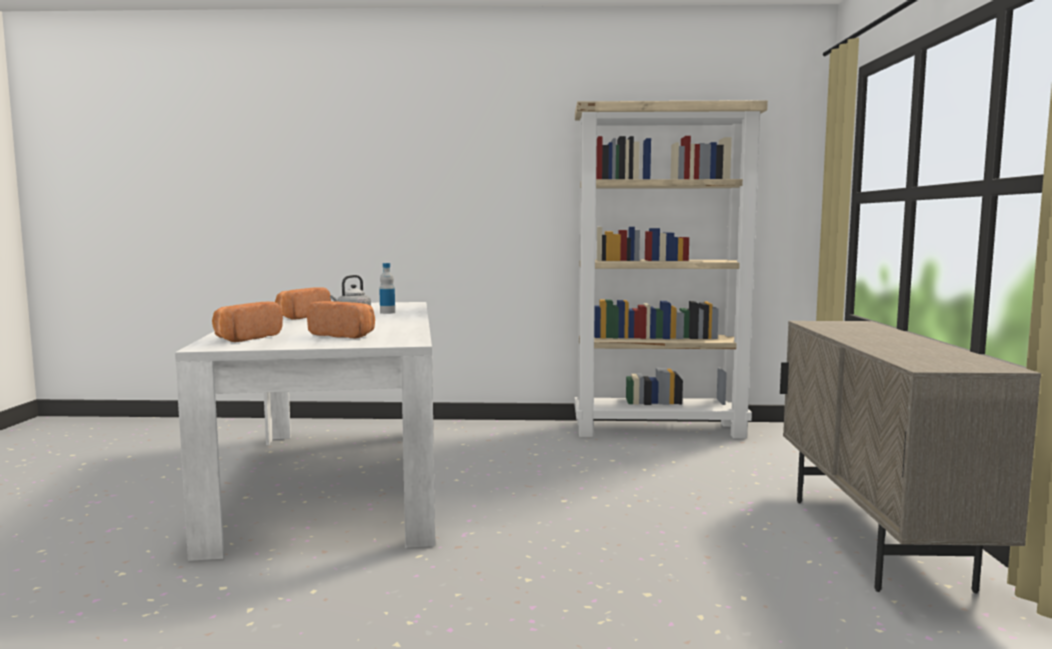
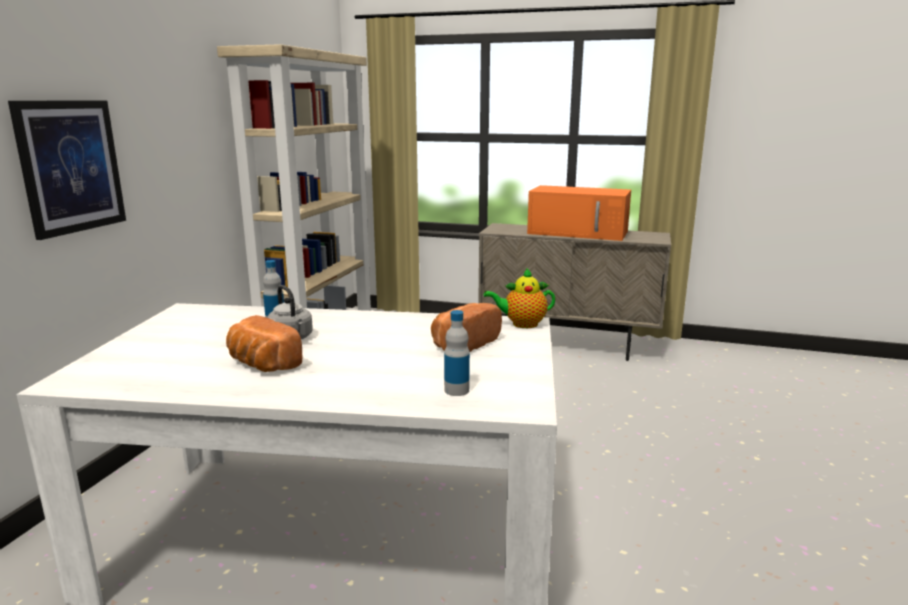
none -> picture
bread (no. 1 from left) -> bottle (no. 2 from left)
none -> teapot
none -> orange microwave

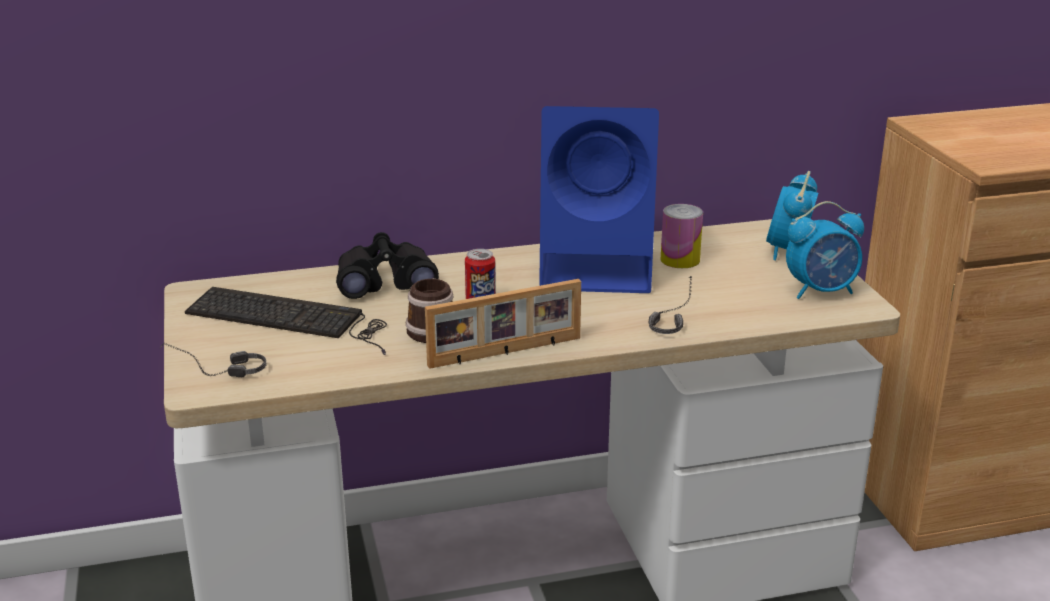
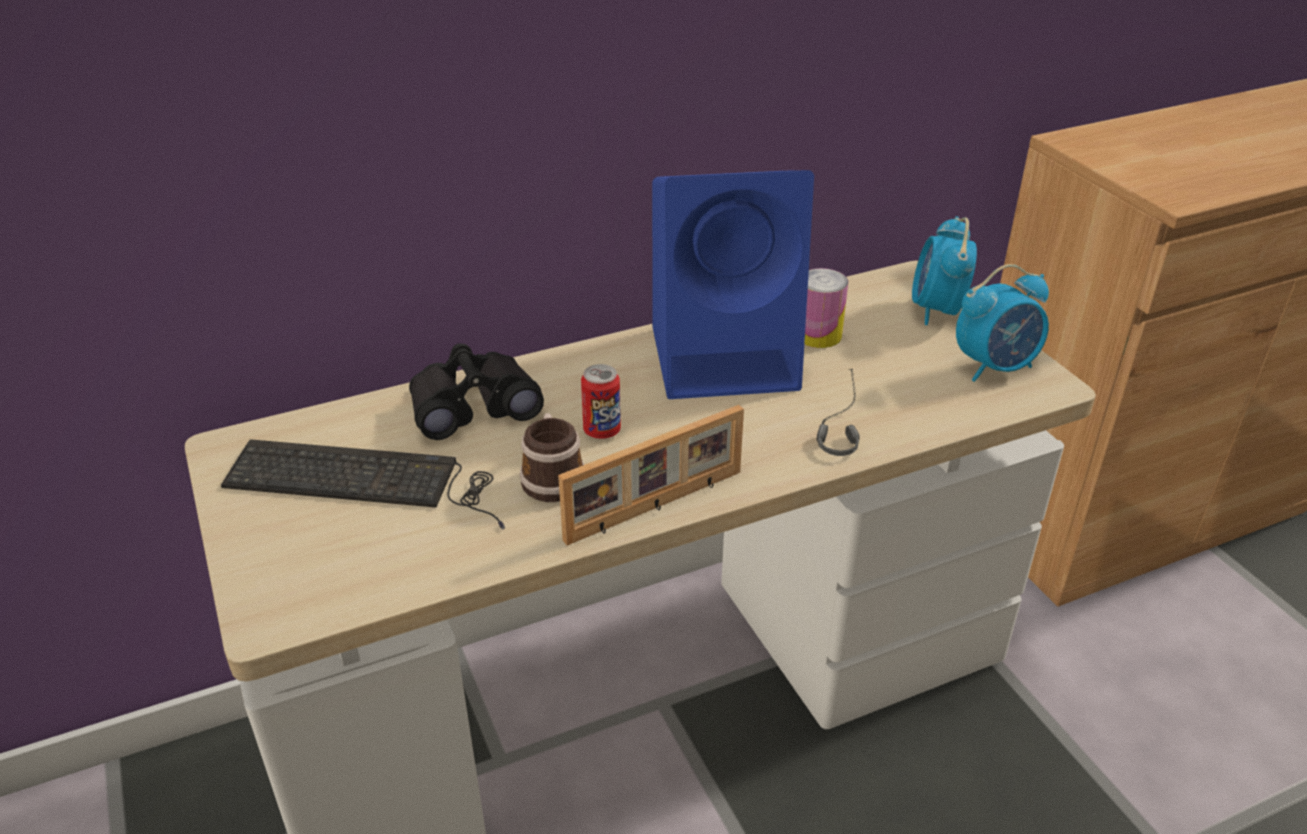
headphones (no. 1 from left) -> none

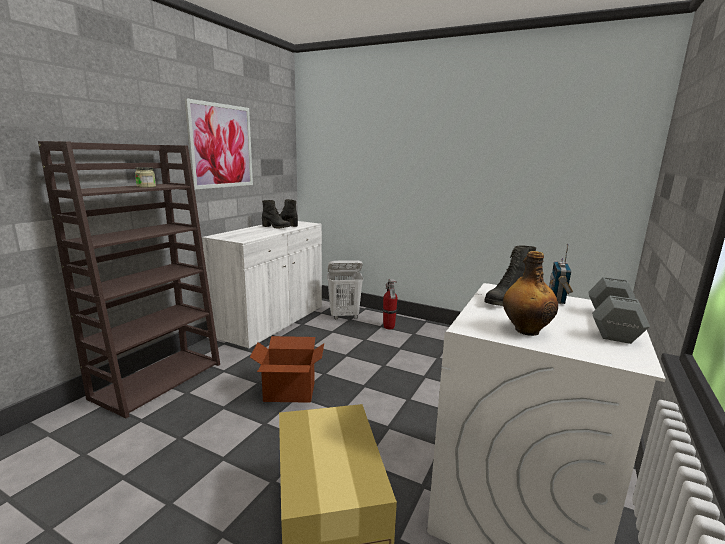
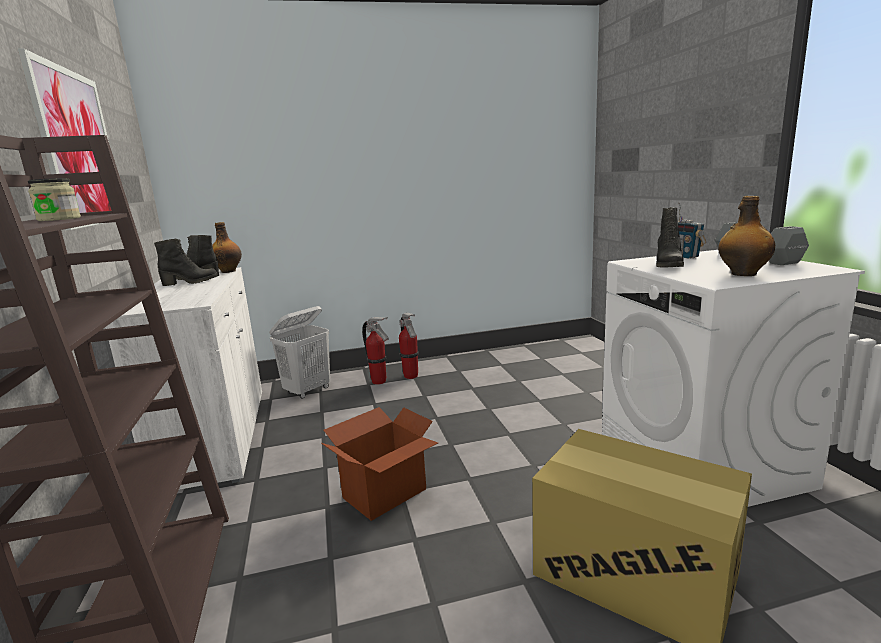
none -> bottle (no. 1 from left)
none -> fire extinguisher (no. 2 from left)

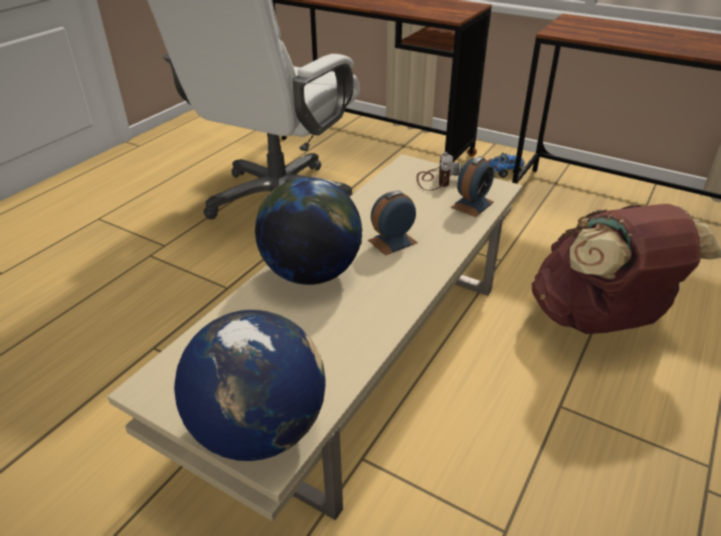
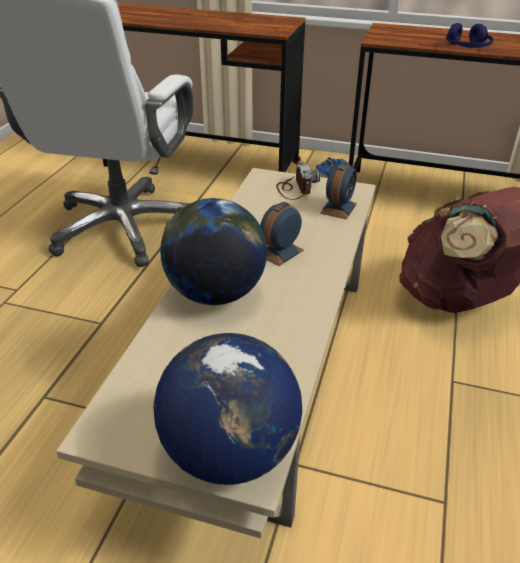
none -> blue headphones

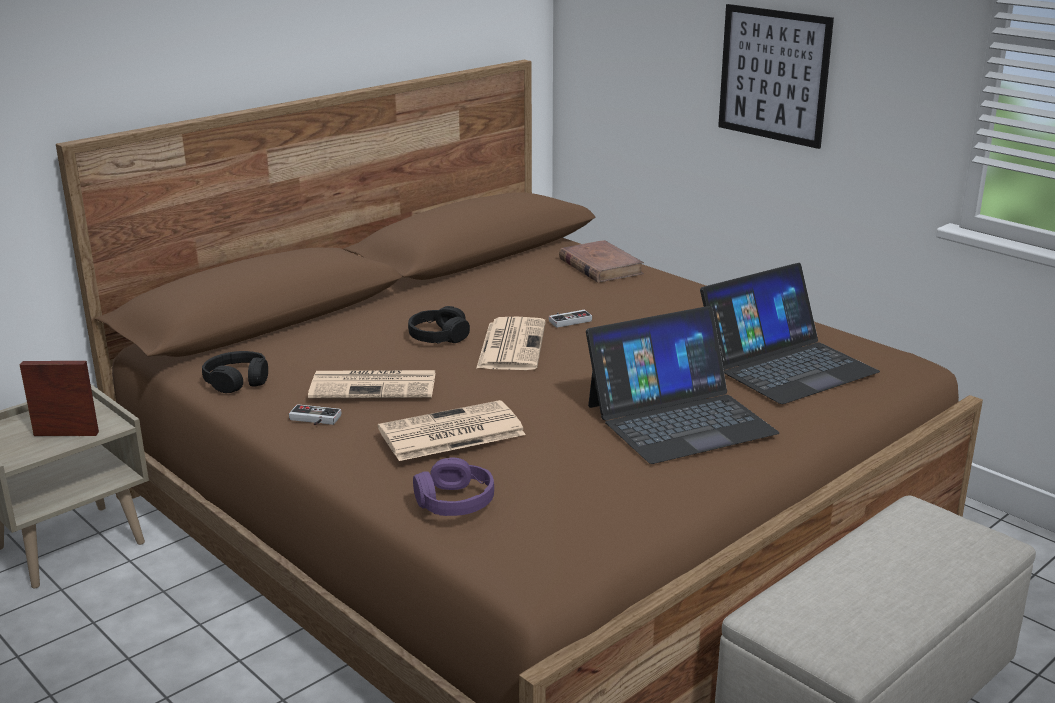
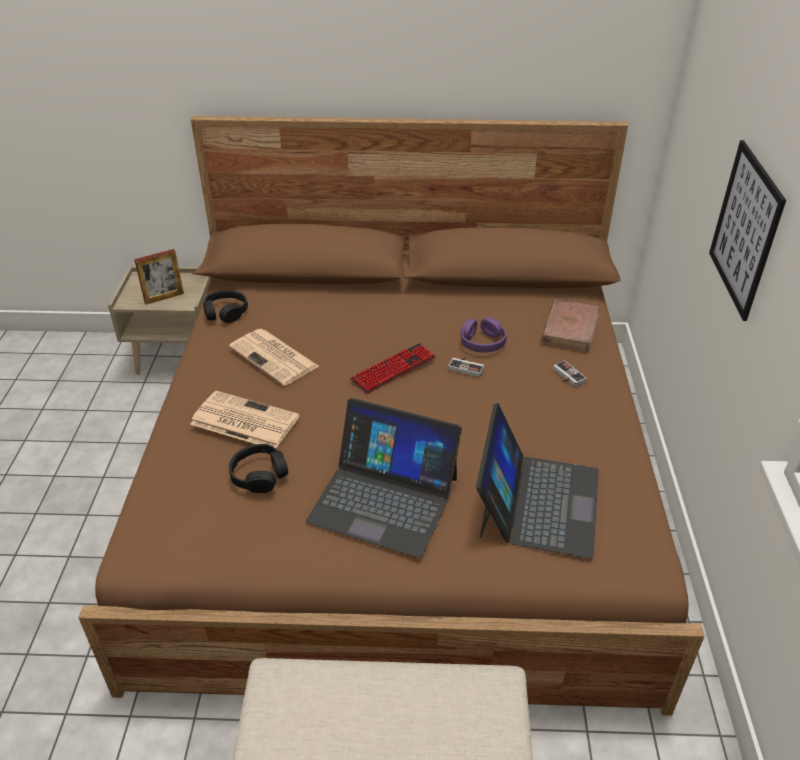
picture frame, 105 degrees clockwise
black headphones (no. 2 from left), relocated
newspaper (no. 3 from left) -> keyboard
purple headphones, relocated
laptop (no. 2 from left), 90 degrees counterclockwise
game controller (no. 1 from left in the first image) -> game controller (no. 2 from left), relocated

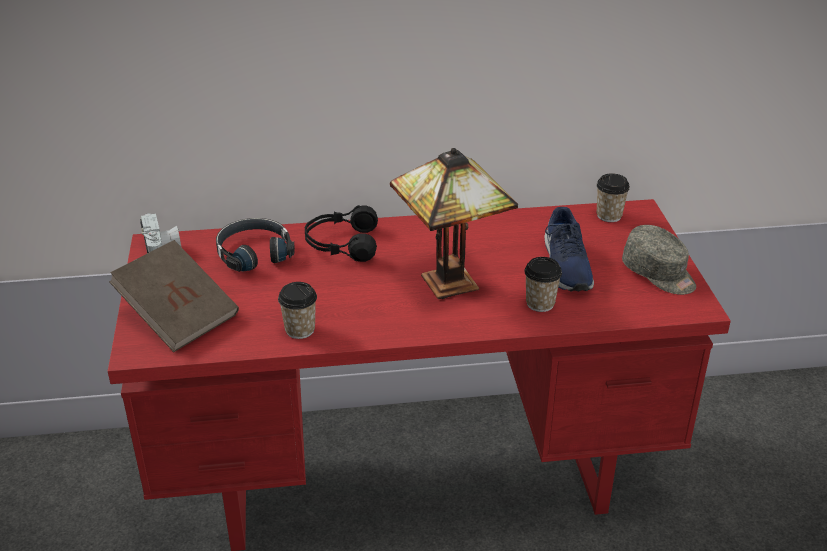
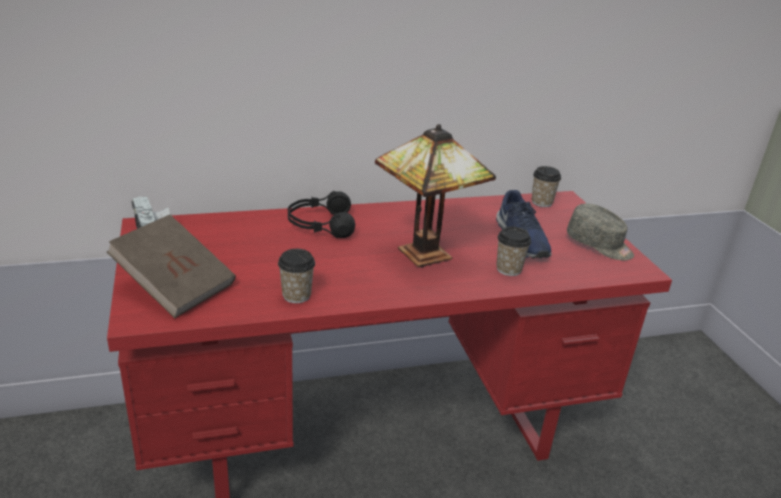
black headphones (no. 1 from left) -> none

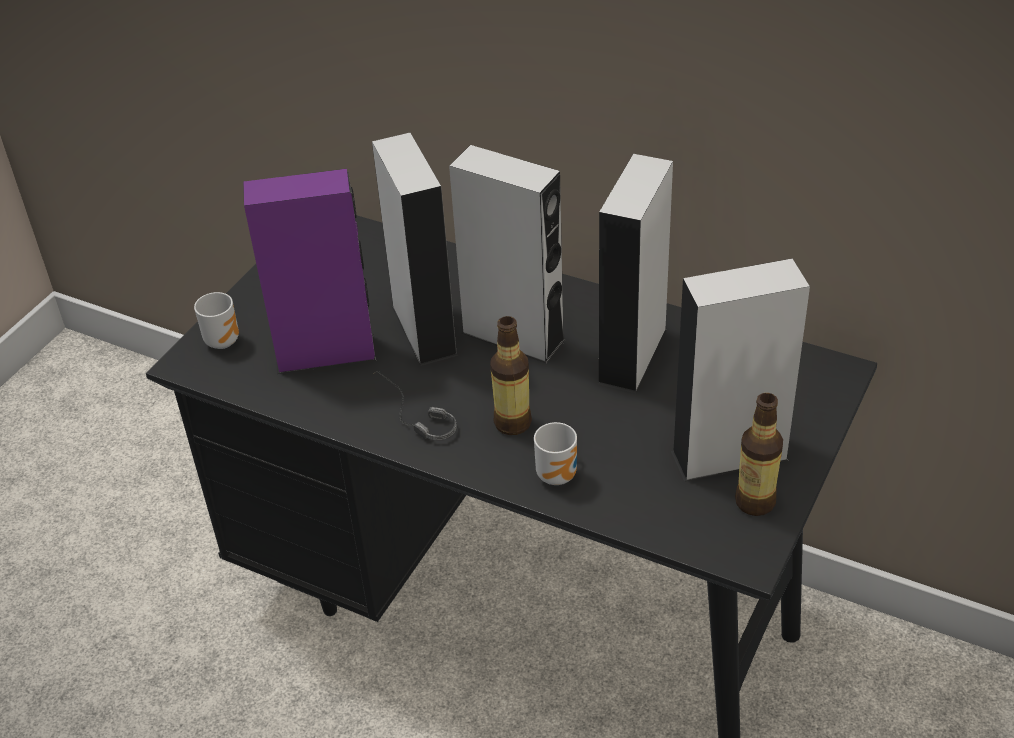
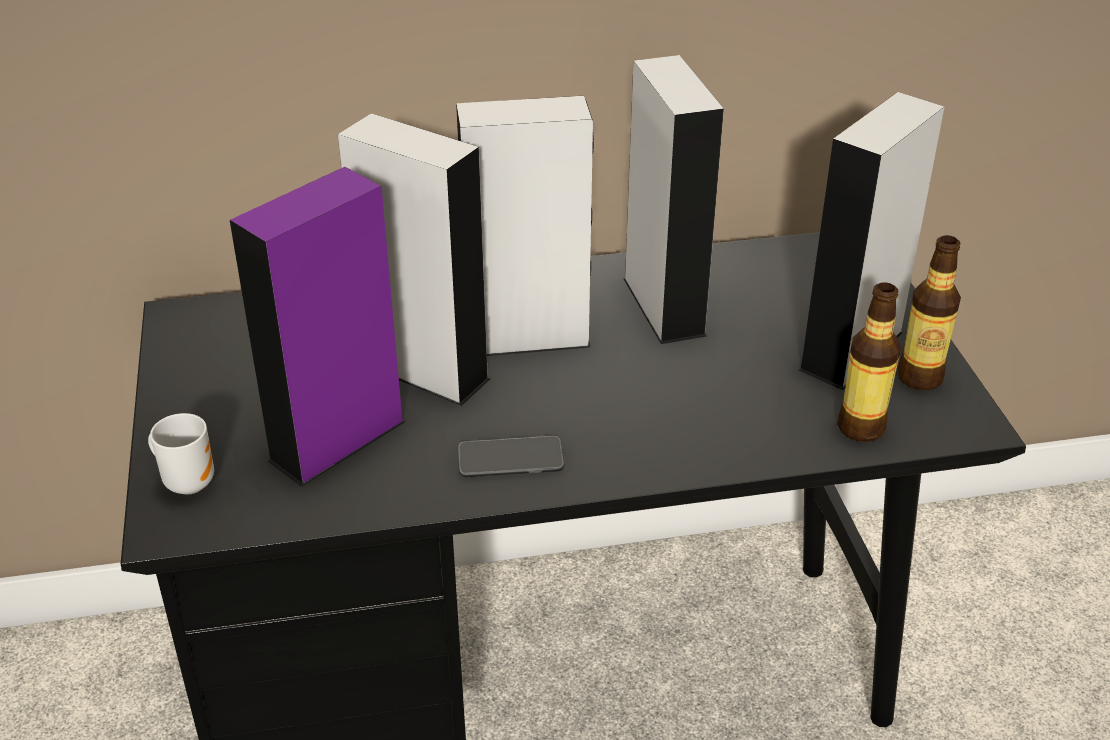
headphones -> phone
bottle (no. 1 from left), relocated
mug (no. 2 from left) -> none

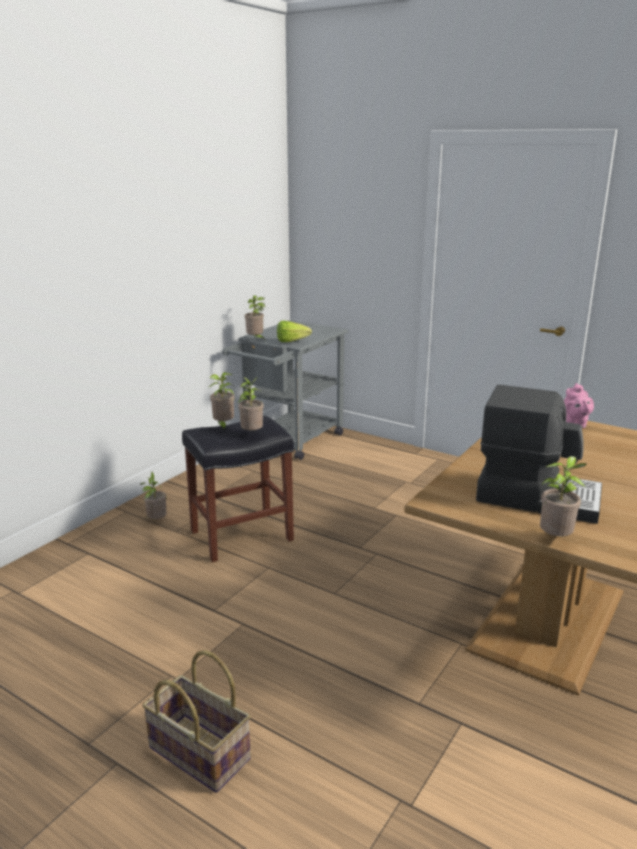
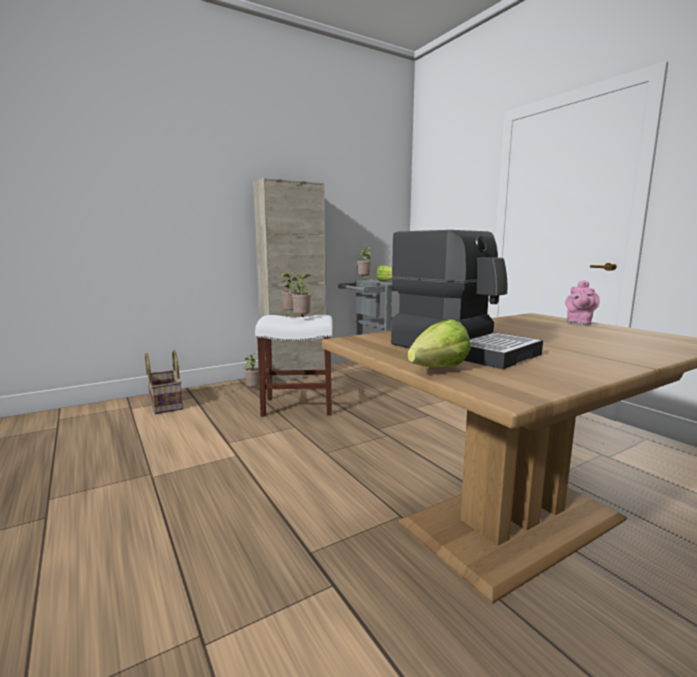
basket, relocated
none -> beige cabinet
black stool -> white stool
potted plant (no. 5 from left) -> lettuce (no. 2 from left)

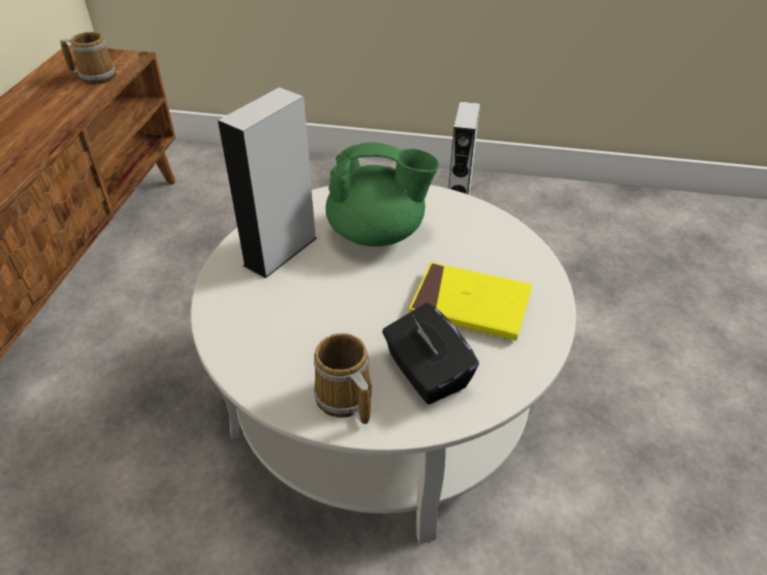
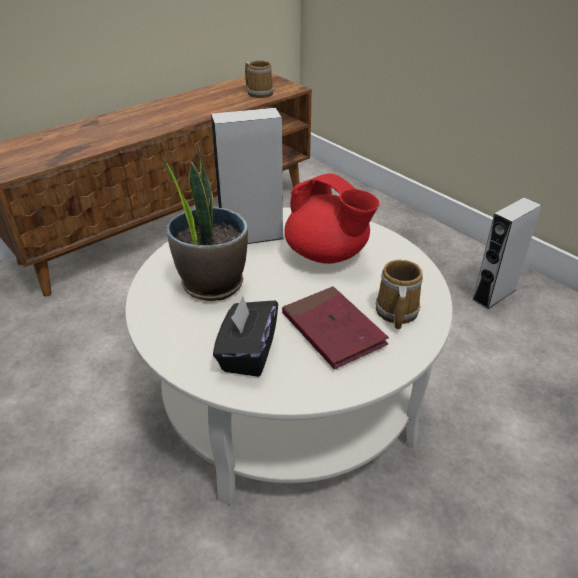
none -> potted plant
yellow book -> red book
green teapot -> red teapot
mug (no. 2 from left), relocated

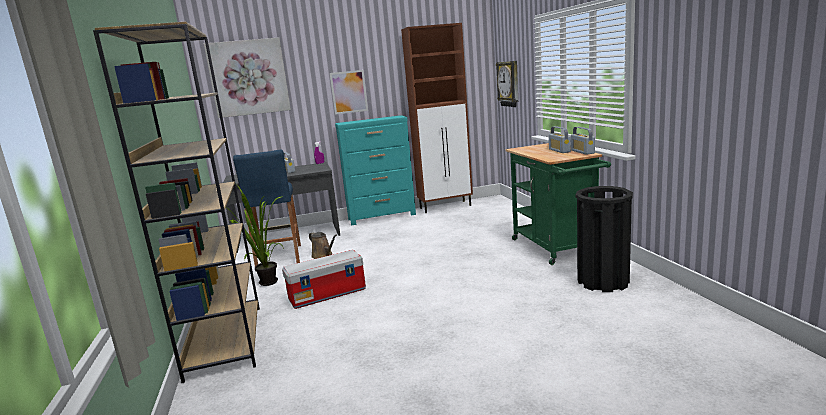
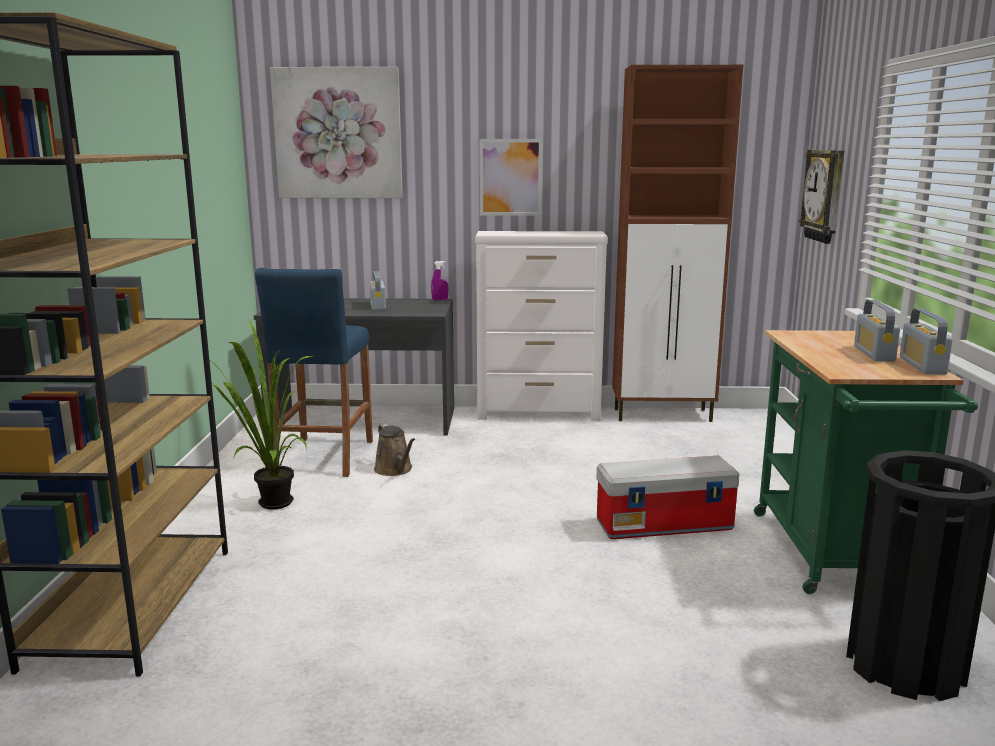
turquoise dresser -> white dresser
storage box, relocated

